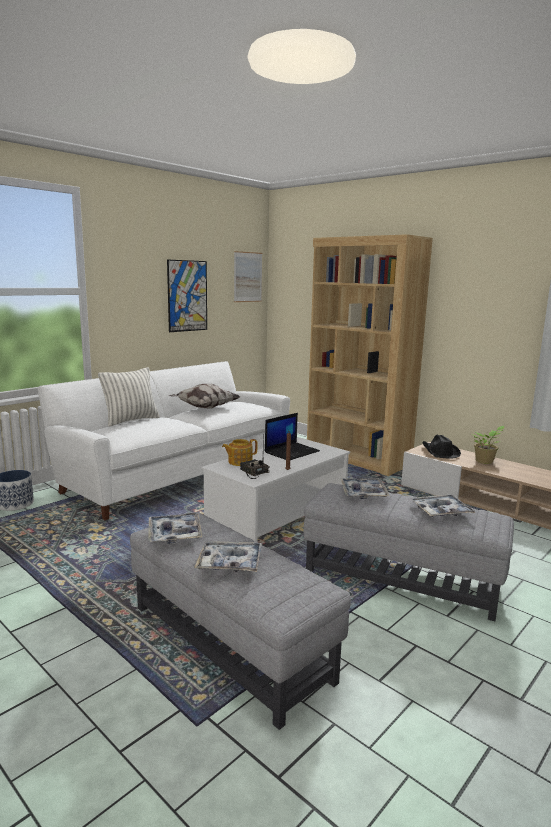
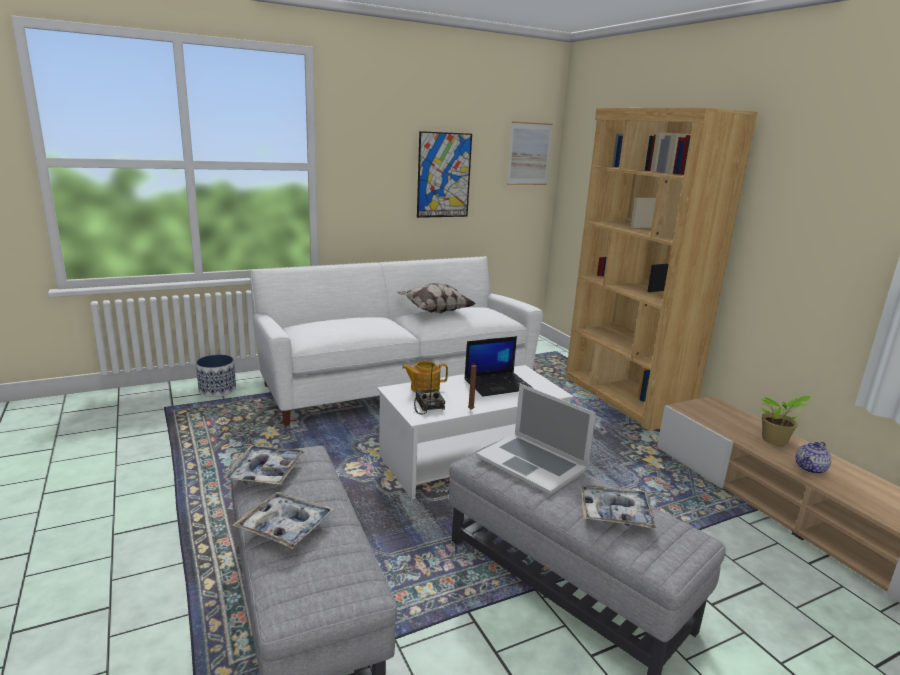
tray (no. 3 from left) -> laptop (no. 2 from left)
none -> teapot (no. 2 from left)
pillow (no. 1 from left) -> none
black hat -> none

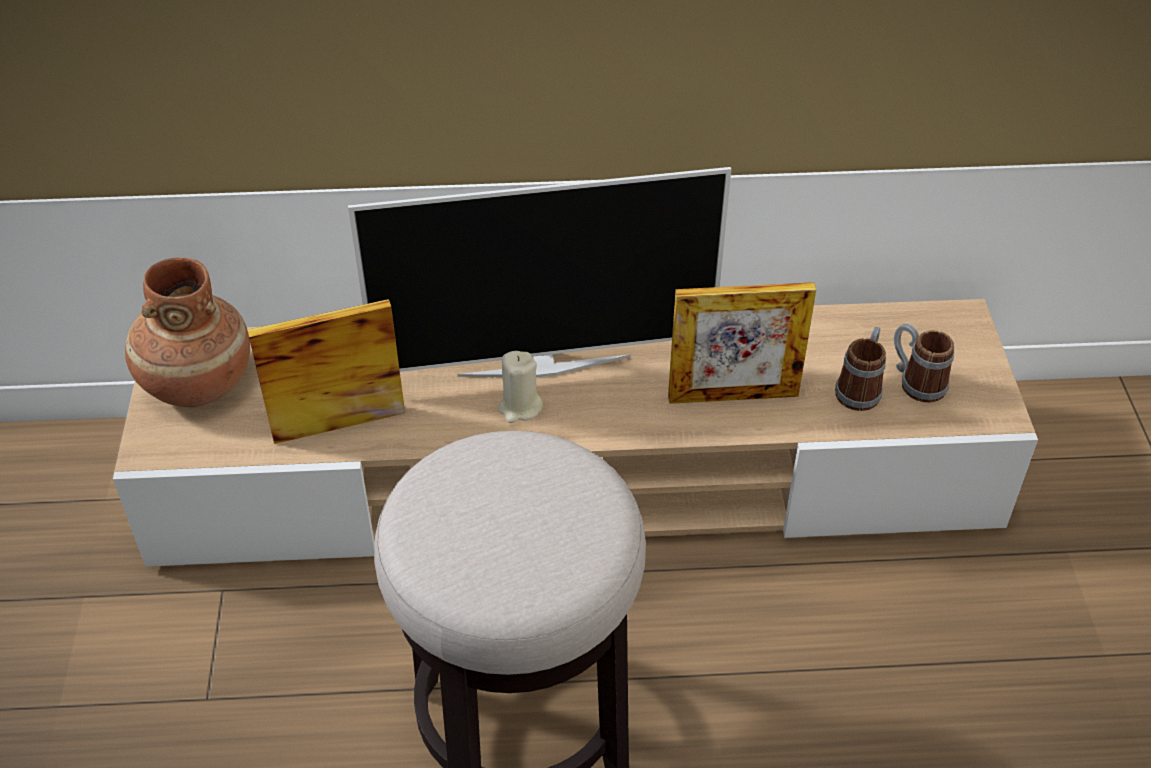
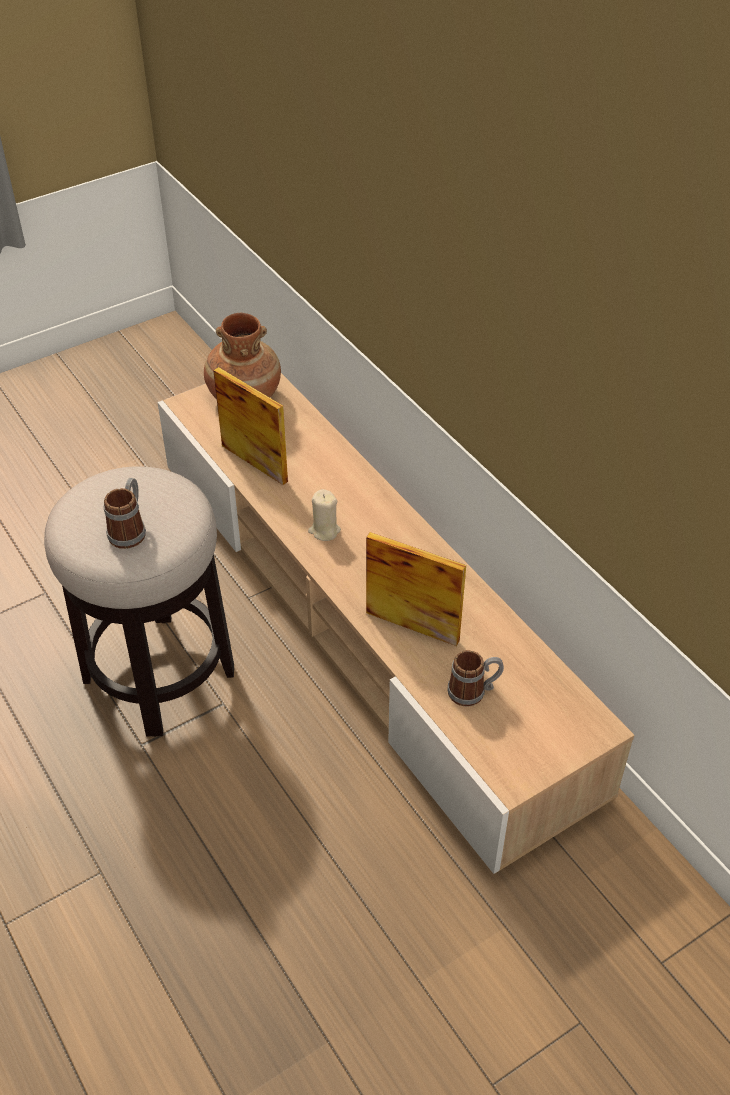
mug (no. 2 from left in the first image) -> mug (no. 1 from left), relocated
picture frame (no. 2 from left), 150 degrees clockwise
television -> none

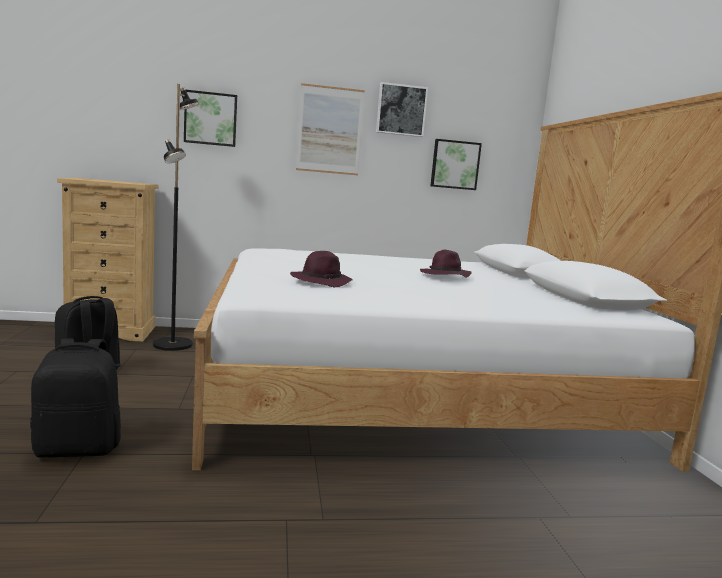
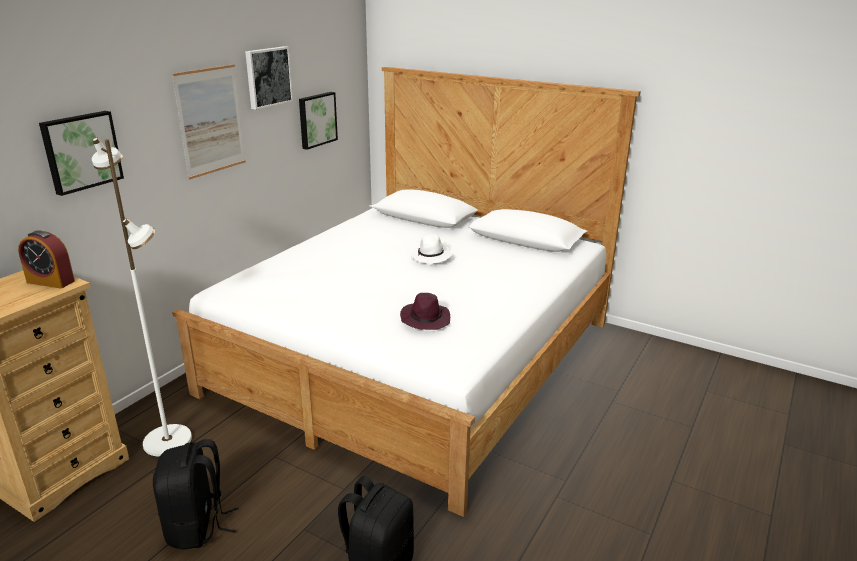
none -> alarm clock
black floor lamp -> white floor lamp
purple hat (no. 2 from left) -> white hat

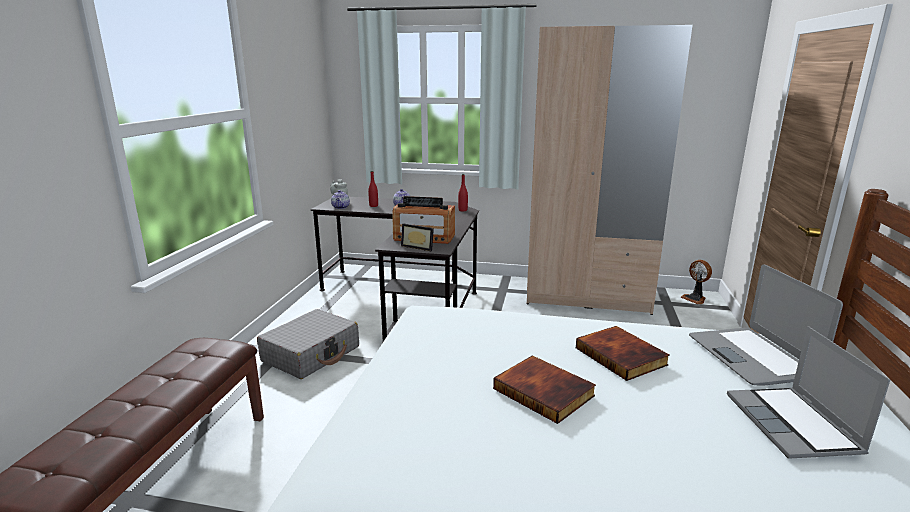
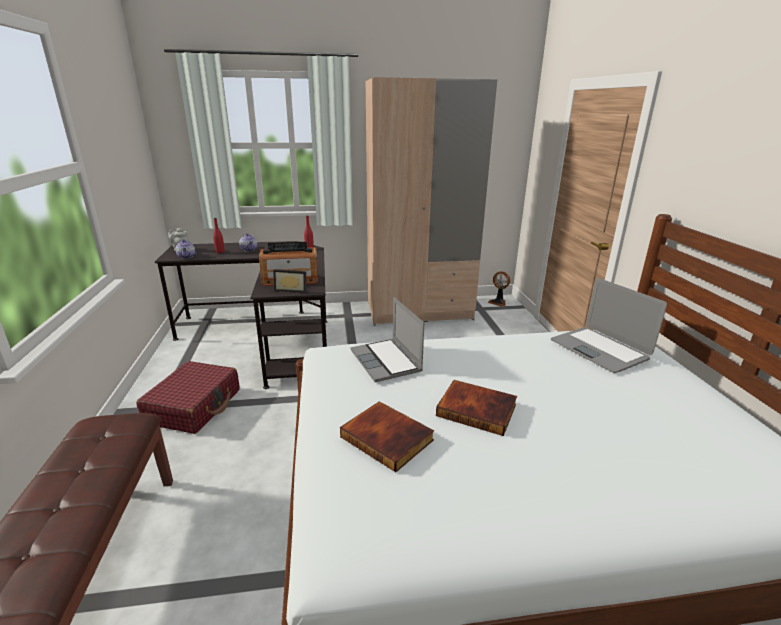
grey suitcase -> red suitcase
book (no. 2 from left in the first image) -> book (no. 1 from left), relocated
laptop (no. 2 from left in the first image) -> laptop (no. 1 from left), relocated

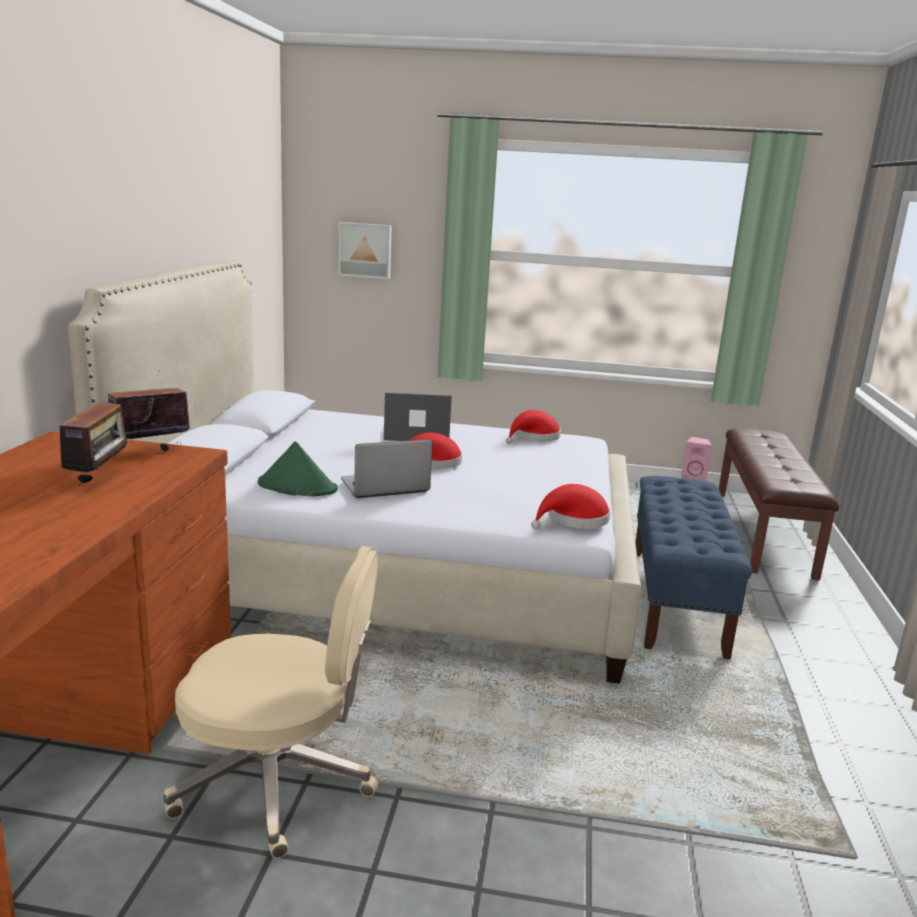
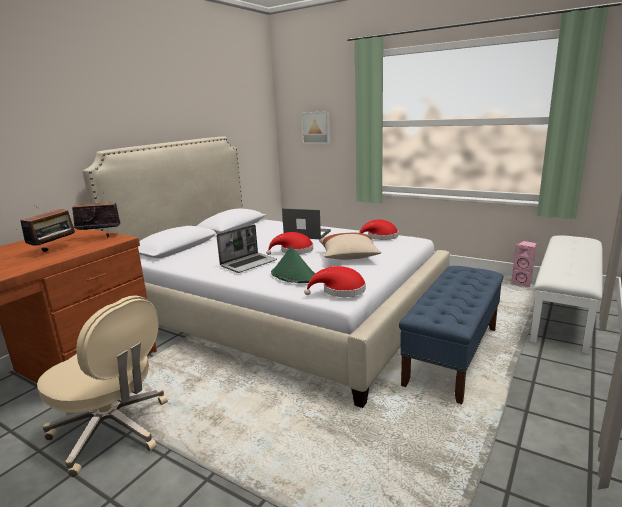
laptop (no. 1 from left), 135 degrees clockwise
green hat, relocated
none -> beige pillow
brown bench -> white bench

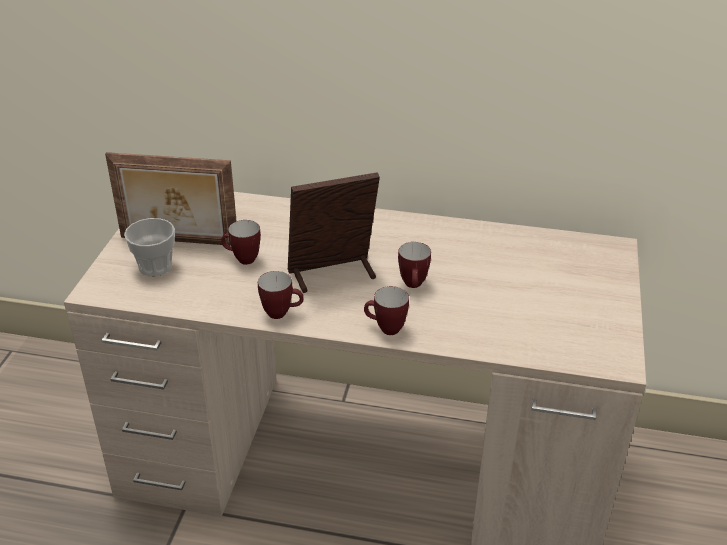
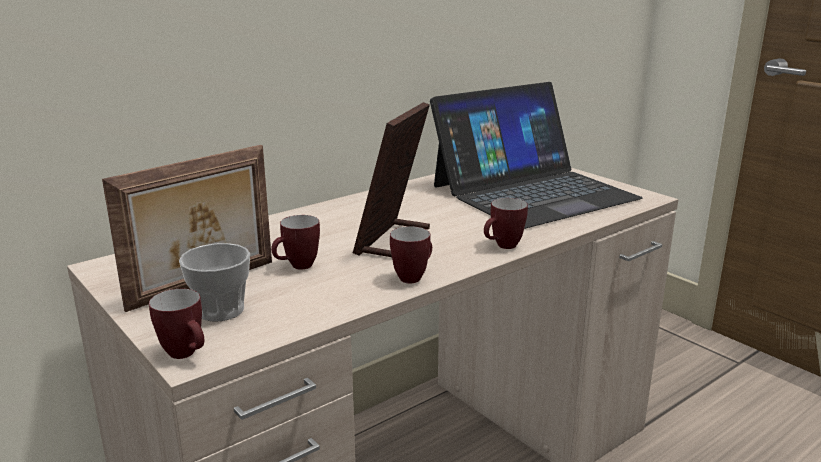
mug (no. 4 from left in the first image) -> mug (no. 1 from left), relocated
none -> laptop

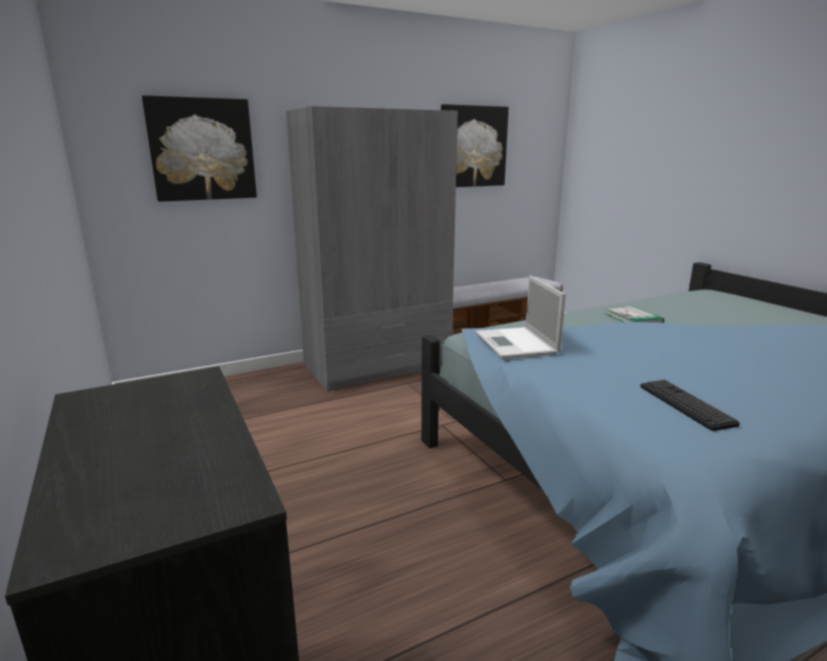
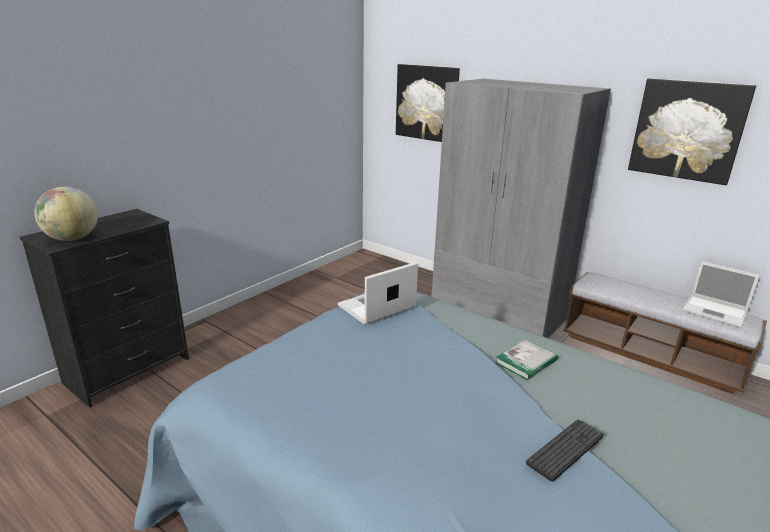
none -> globe
keyboard, relocated
none -> laptop (no. 2 from left)

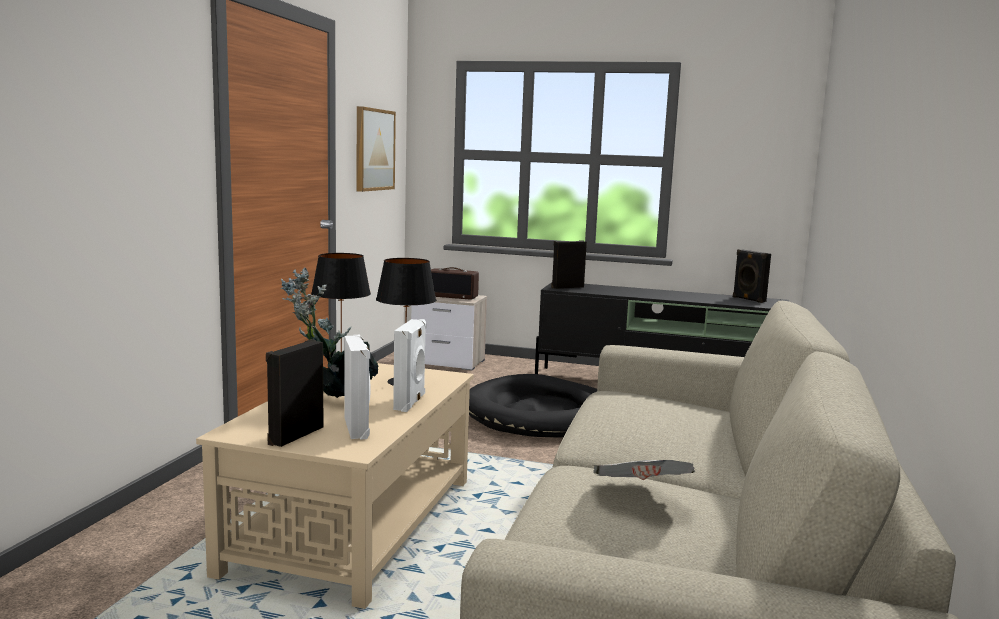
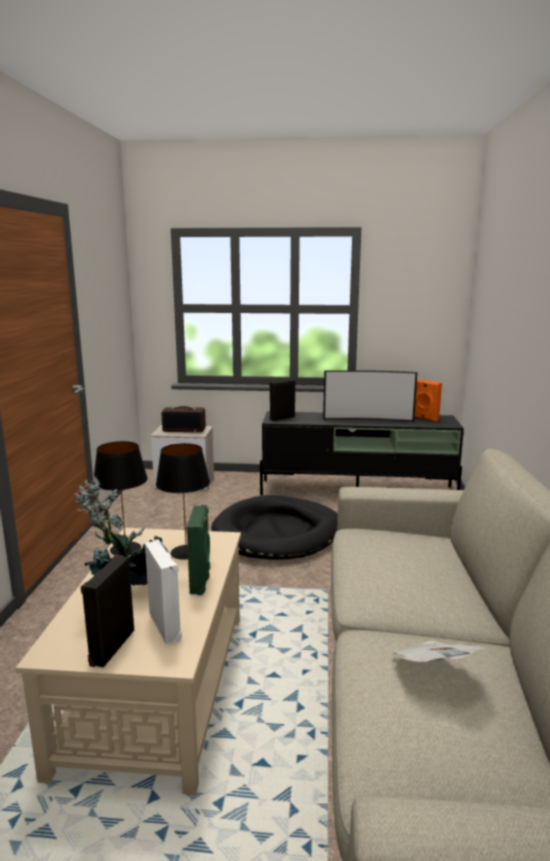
white speaker (no. 2 from left) -> green speaker
none -> television
black speaker (no. 3 from left) -> orange speaker
picture -> none

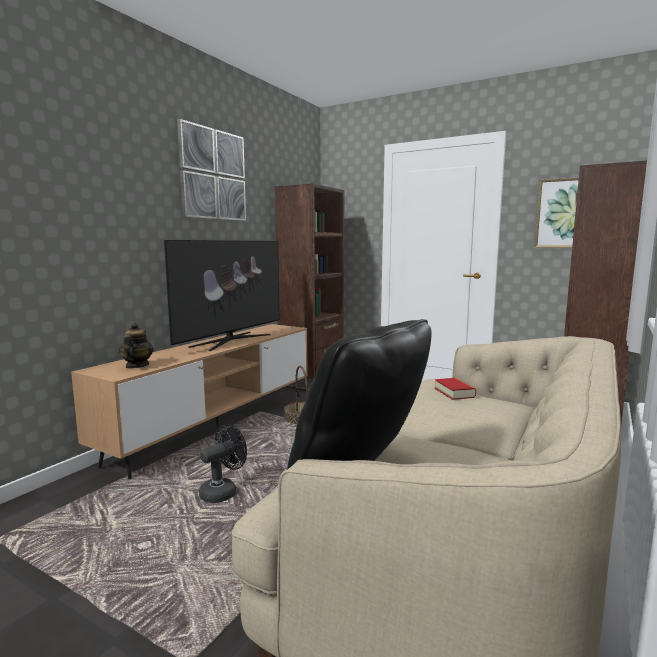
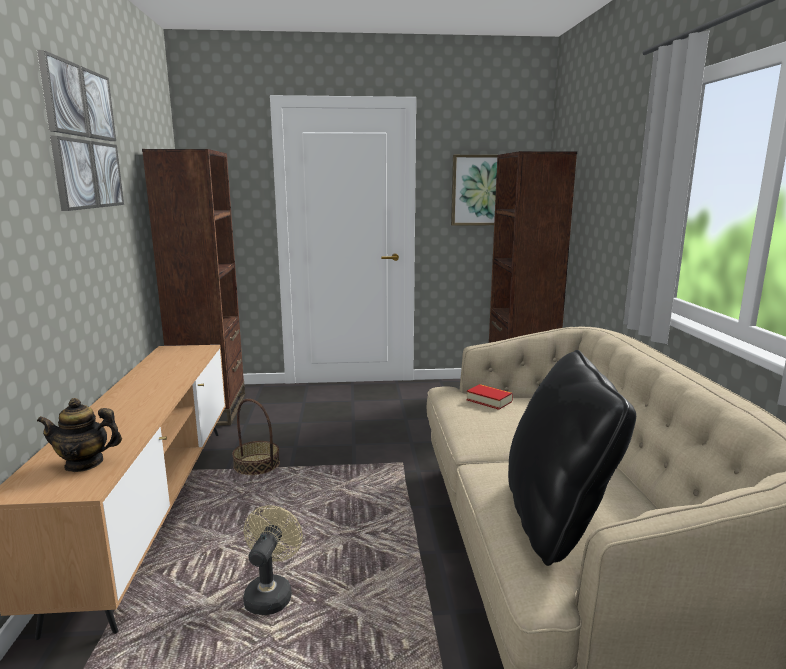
teapot, 60 degrees counterclockwise
black fan -> beige fan
television -> none

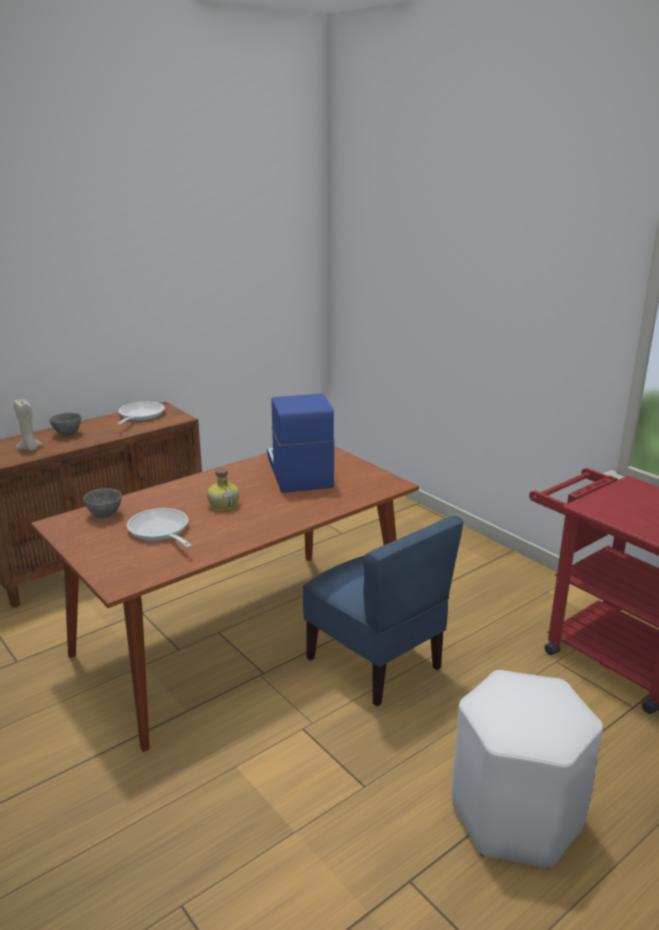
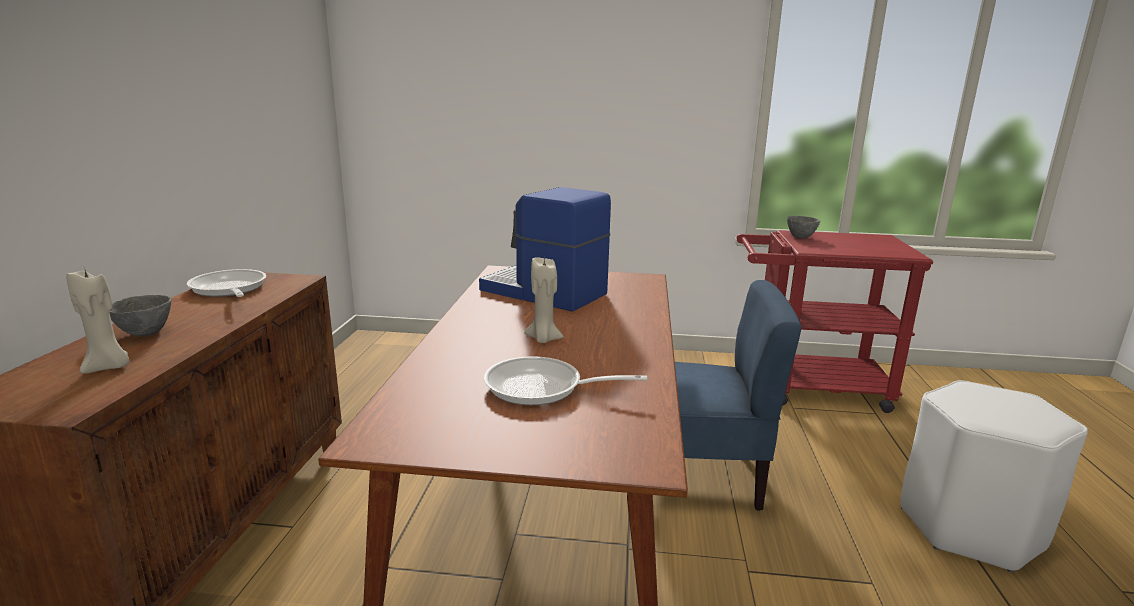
bottle -> beige candle (no. 2 from left)
grey bowl (no. 2 from left), relocated

